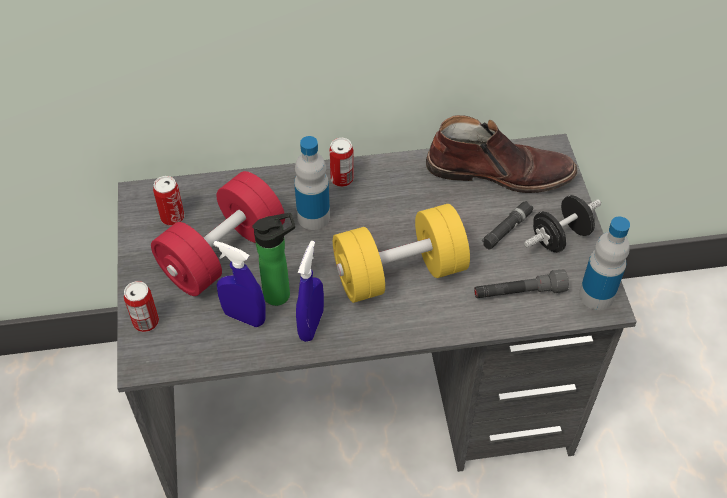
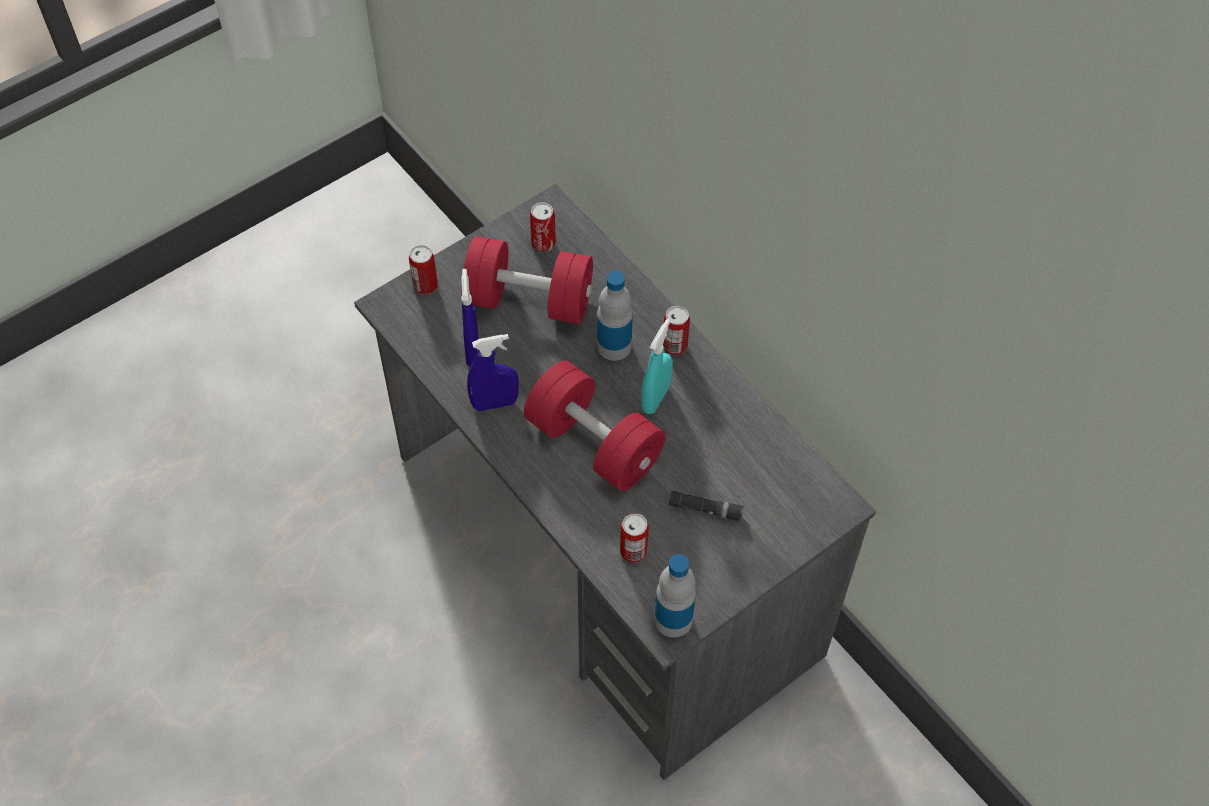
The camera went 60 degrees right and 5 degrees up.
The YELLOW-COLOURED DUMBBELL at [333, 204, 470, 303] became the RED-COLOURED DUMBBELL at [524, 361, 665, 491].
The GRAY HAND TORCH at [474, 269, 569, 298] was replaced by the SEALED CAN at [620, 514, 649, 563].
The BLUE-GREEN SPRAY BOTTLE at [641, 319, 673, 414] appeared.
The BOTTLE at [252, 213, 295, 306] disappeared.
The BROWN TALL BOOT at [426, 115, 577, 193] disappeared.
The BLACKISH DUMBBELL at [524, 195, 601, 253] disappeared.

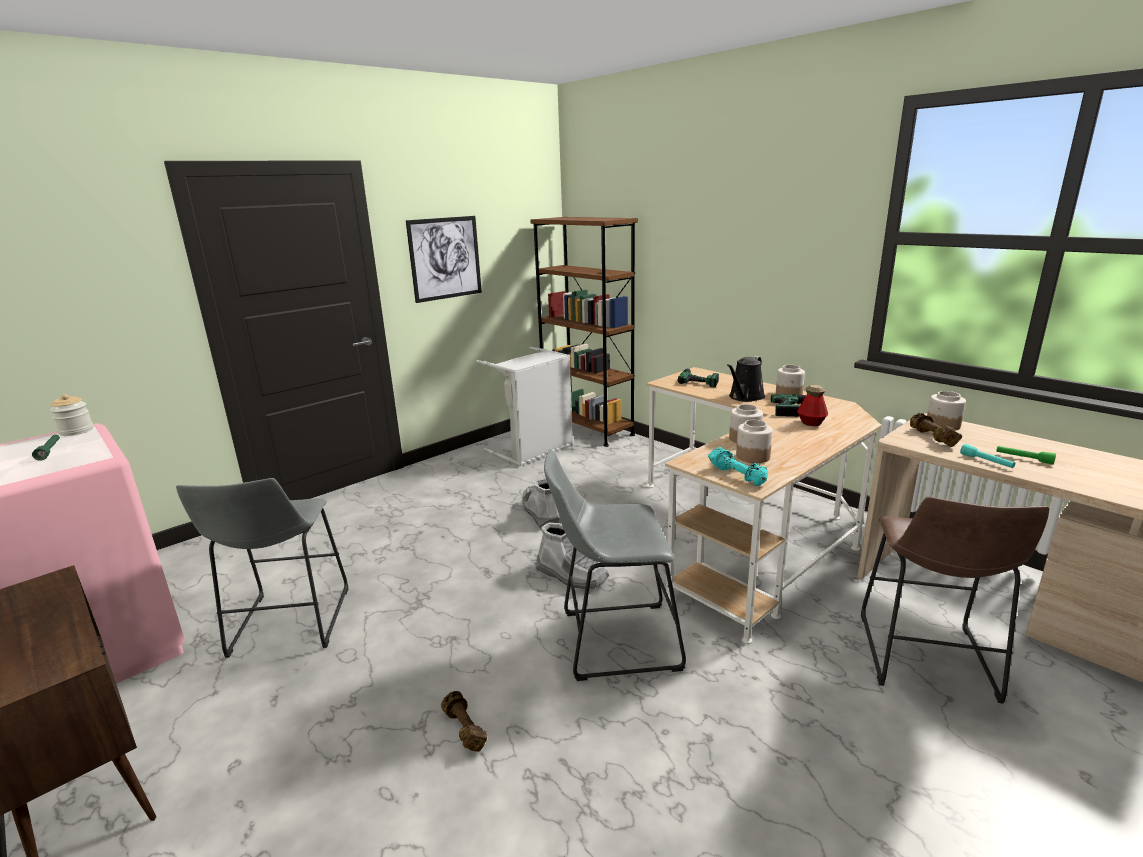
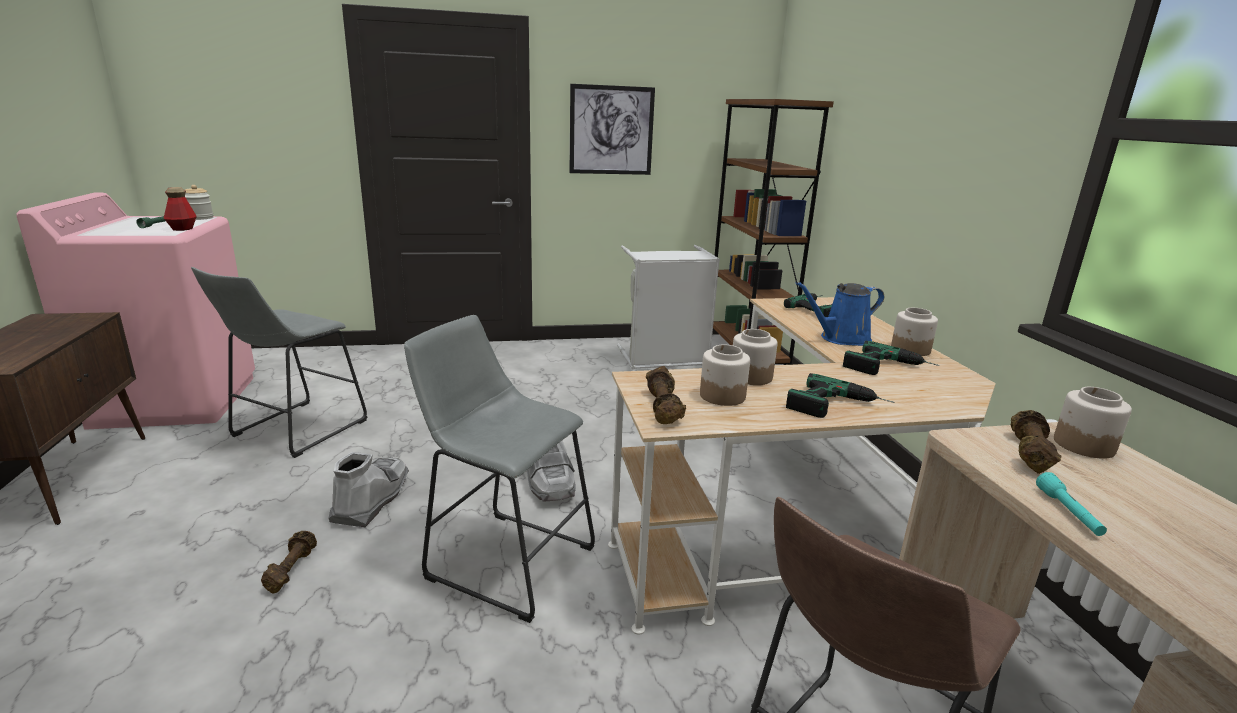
The camera went 30 degrees right and 0 degrees up.
The BOTTLE moved from [797, 385, 828, 426] to [164, 187, 197, 231].
The GRAY TALL BOOT moved from [522, 479, 561, 528] to [328, 452, 409, 527].
The BLUE-GREEN DUMBBELL at [708, 447, 768, 486] became the BROWN DUMBBELL at [646, 366, 686, 424].
The ELECTRIC DRILL at [786, 373, 894, 418] appeared.
The BLACKISH WATERING POT at [727, 356, 765, 402] became the BLUE WATERING POT at [796, 282, 884, 346].
The GREEN HAND TORCH at [996, 446, 1056, 465] disappeared.

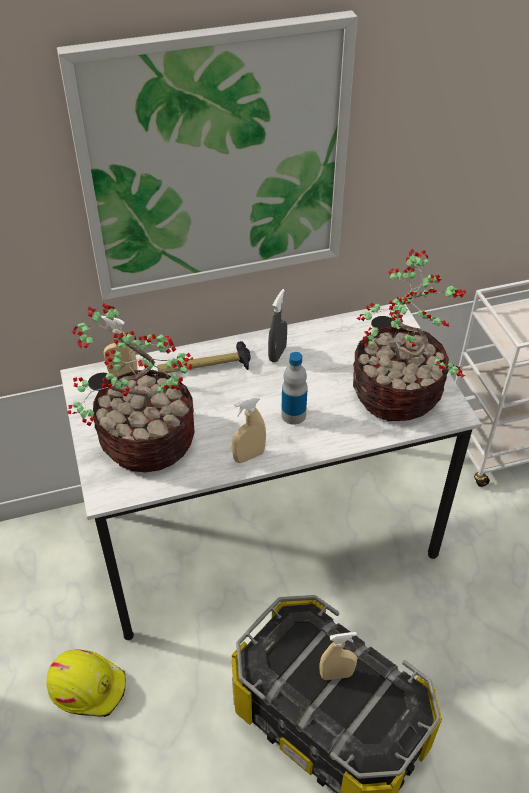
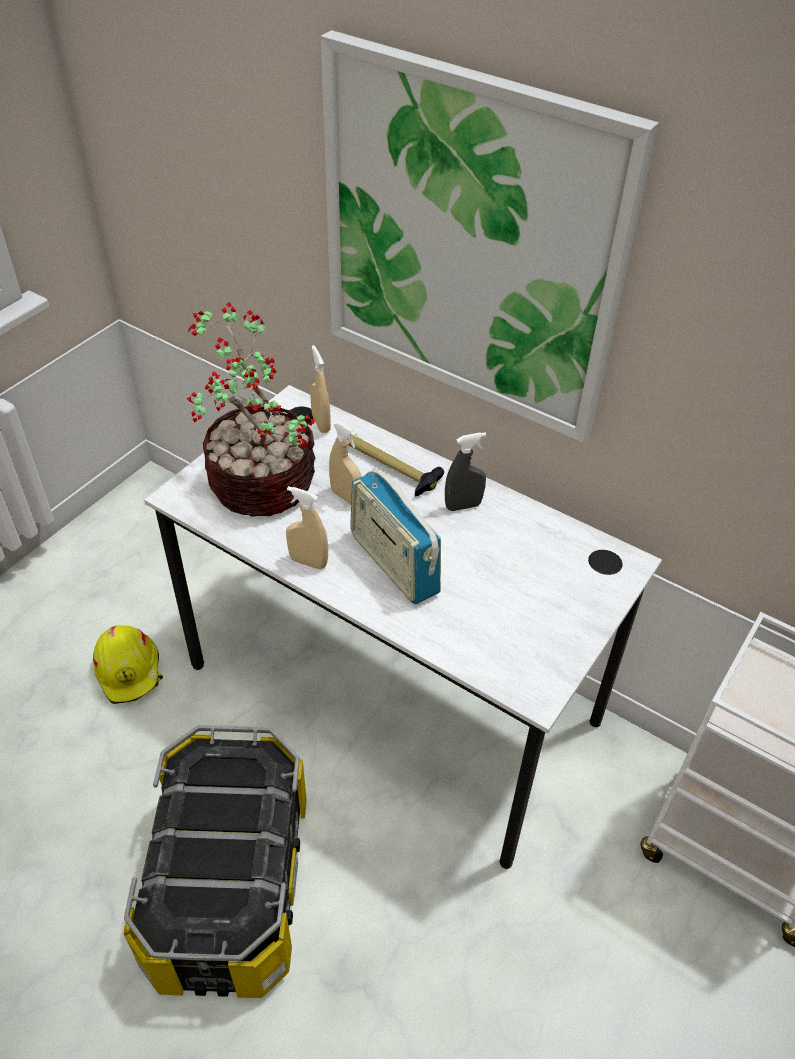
The camera went 50 degrees right and 0 degrees up.
The BEIGE SPRAY BOTTLE moved from [319, 632, 357, 680] to [329, 422, 361, 504].
The BOTTLE at [281, 352, 308, 425] was replaced by the RADIO SET at [350, 469, 441, 605].
The POTTED PLANT at [353, 249, 466, 421] disappeared.

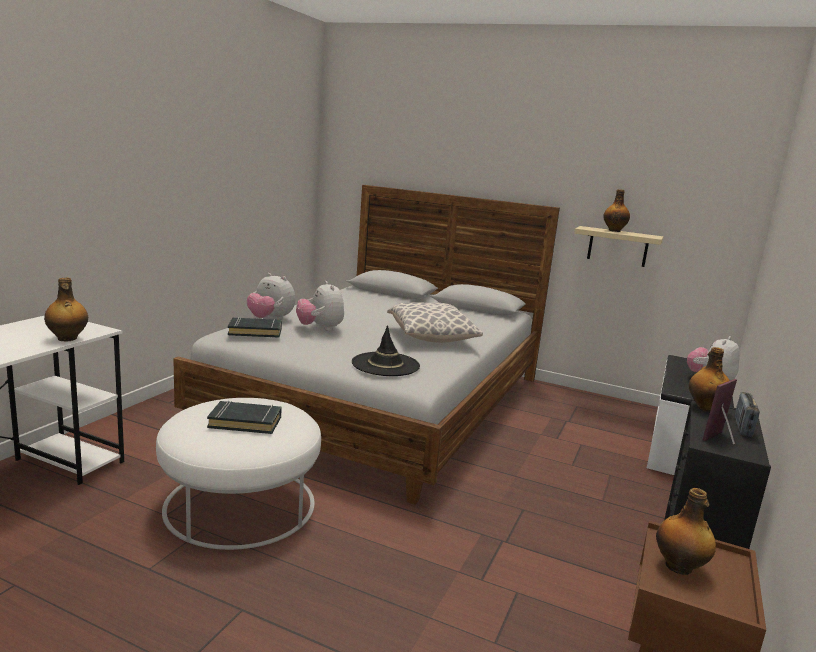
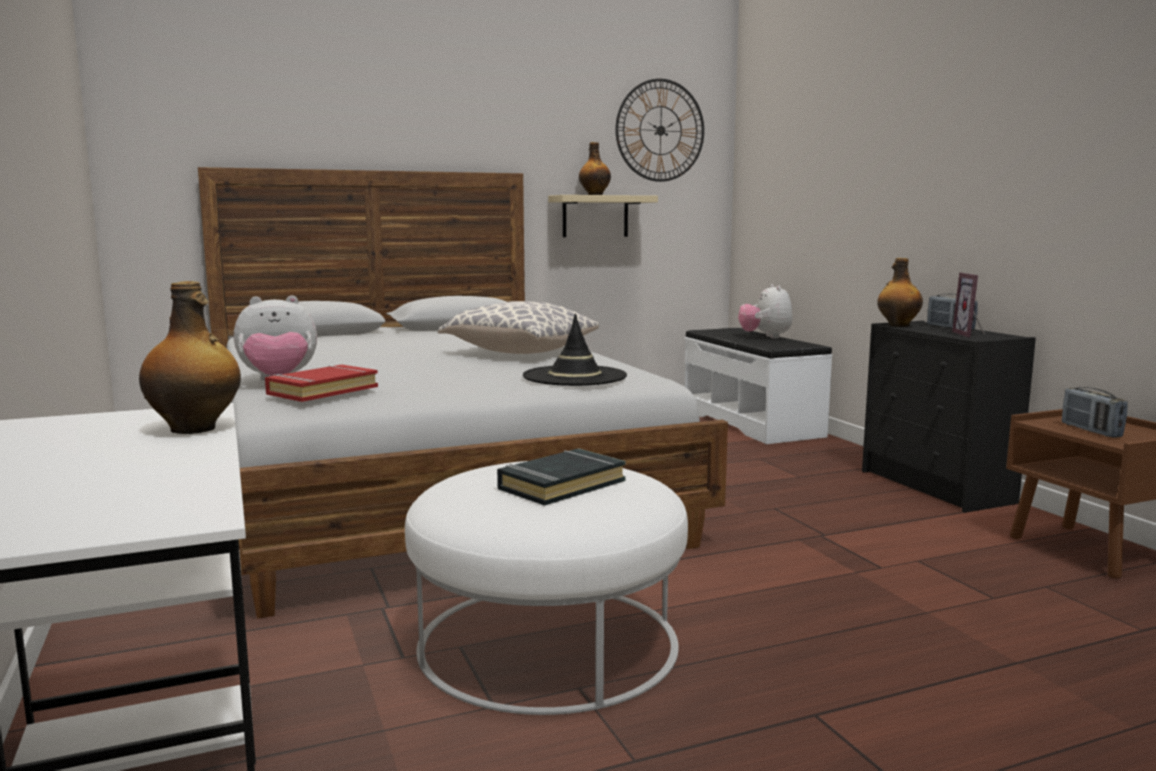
The camera went 45 degrees left and 5 degrees down.
The BLACKISH VOLUME at [228, 318, 282, 338] became the RED-COLOURED VOLUME at [265, 365, 378, 402].
The HANGING CLOCK at [615, 79, 704, 182] appeared.
The BOTTLE at [656, 488, 716, 575] was replaced by the RADIO SET at [1062, 387, 1128, 437].
The SOFT TOY at [296, 281, 344, 331] disappeared.

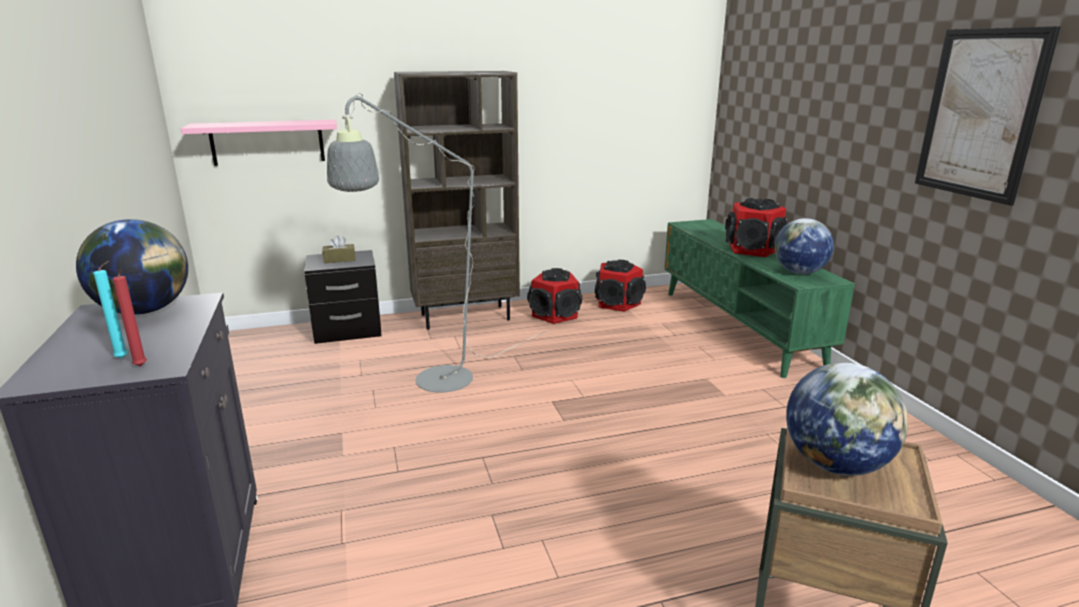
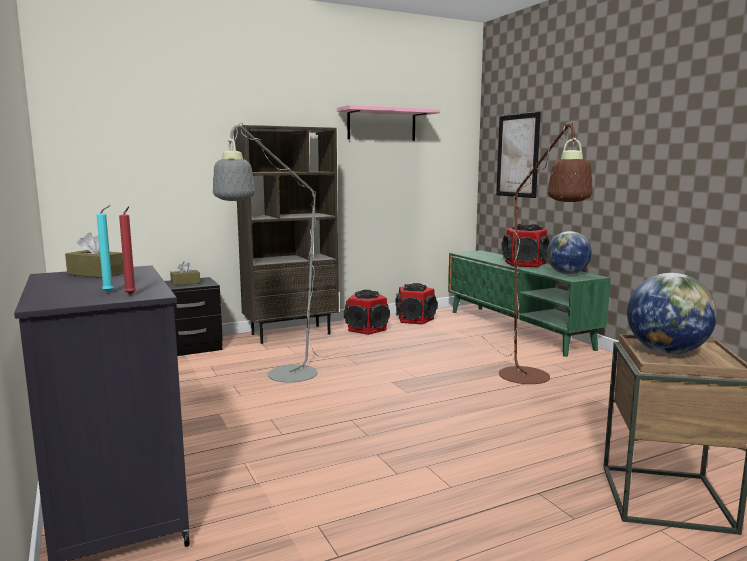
The camera went 10 degrees left and 10 degrees down.
The WORLD GLOBE at [76, 219, 188, 315] was replaced by the BROWN TISSUE HOLDER at [65, 233, 124, 278].
The PINKISH WALL SHELF moved from [181, 120, 337, 166] to [337, 105, 440, 141].
The BROWN STANDING LAMP at [481, 122, 592, 384] appeared.
The WALL PICTURE moved from [915, 26, 1061, 206] to [496, 112, 541, 198].

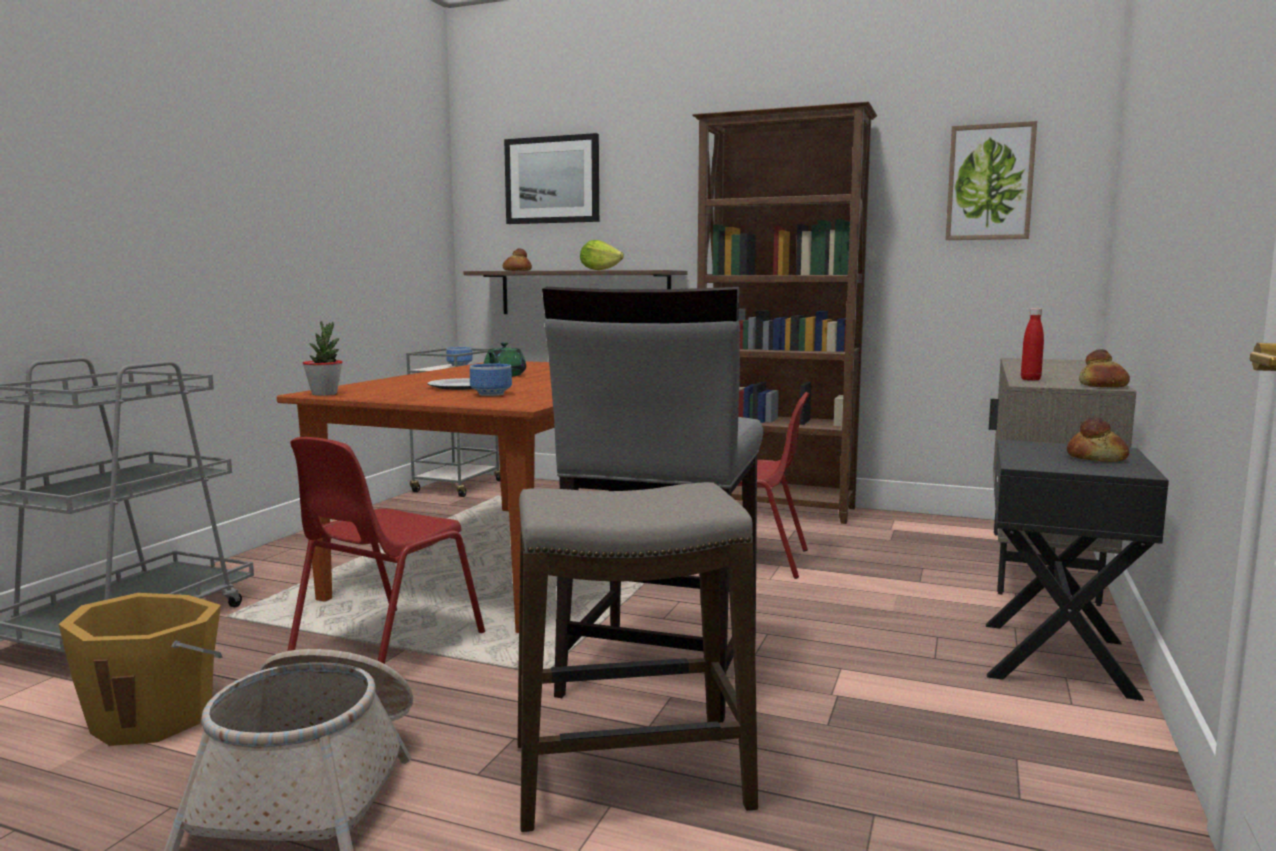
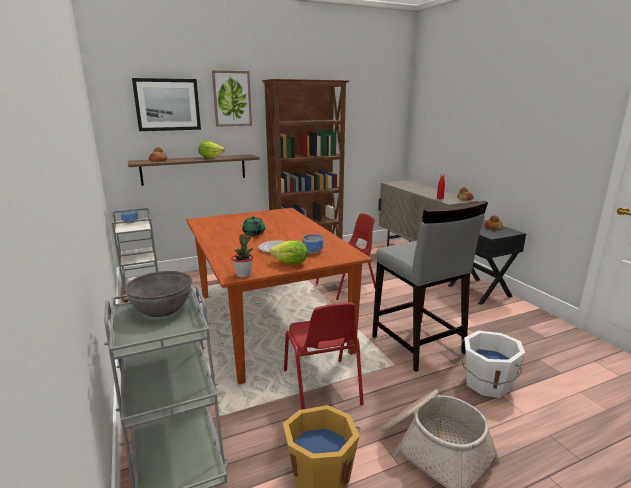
The camera went 45 degrees left and 10 degrees up.
The GRAY DEEP DISH at [124, 271, 192, 317] appeared.
The WALL PICTURE moved from [945, 121, 1037, 240] to [212, 70, 252, 127].
The LETTUCE at [270, 240, 308, 264] appeared.
The SITTING STOOL at [518, 482, 758, 832] was replaced by the WHITE-COLOURED BUCKET at [459, 330, 525, 398].

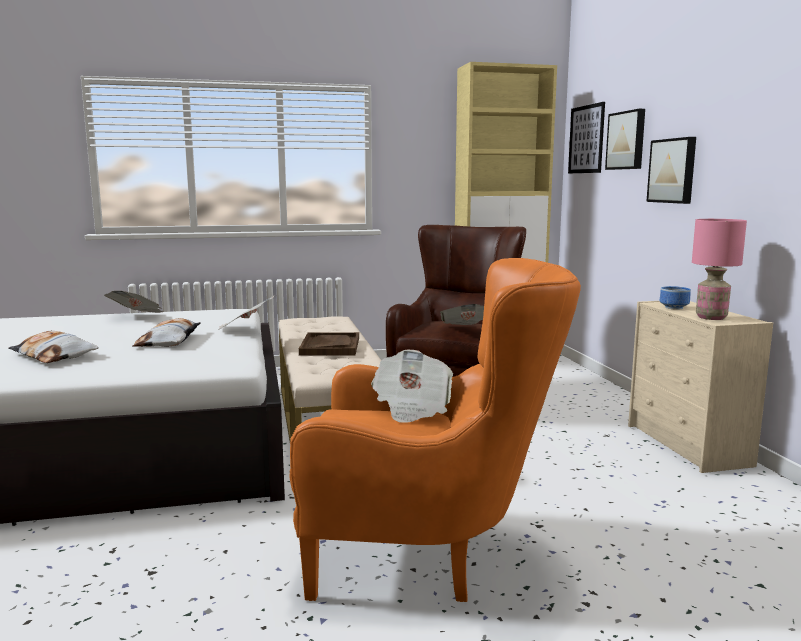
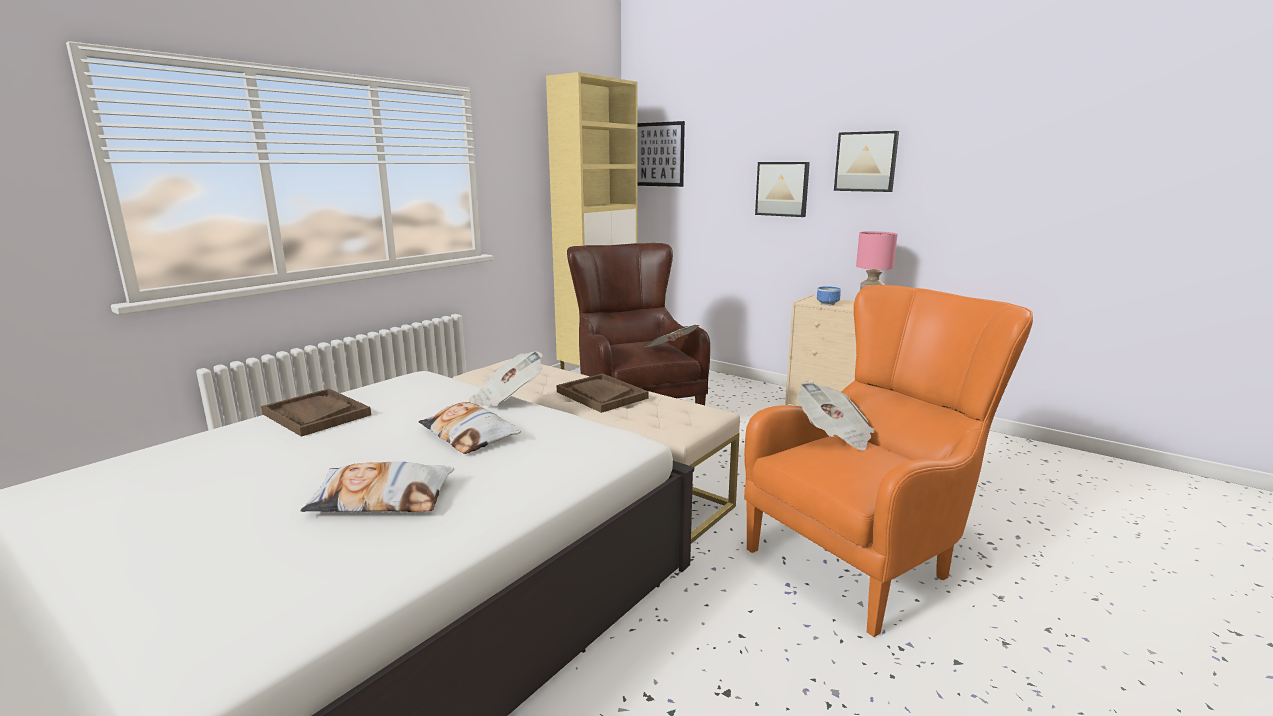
The camera went 40 degrees left and 5 degrees up.
The PRINTED PAPER at [104, 291, 163, 313] was replaced by the BROWN CARRYING TRAY at [261, 389, 371, 437].
The WALL PICTURE moved from [605, 109, 645, 170] to [834, 131, 899, 192].

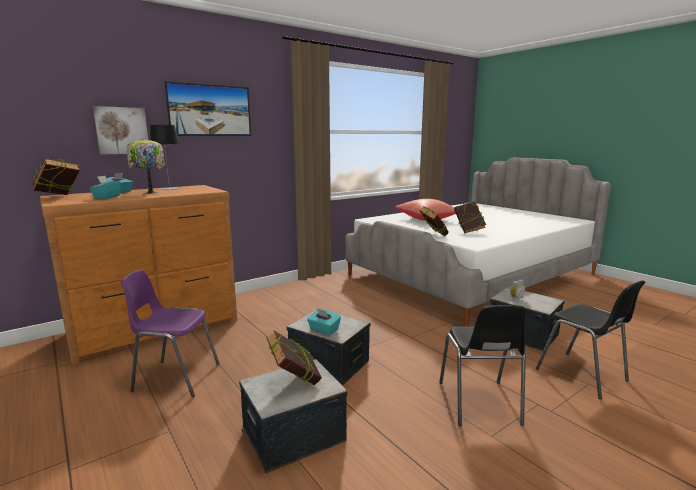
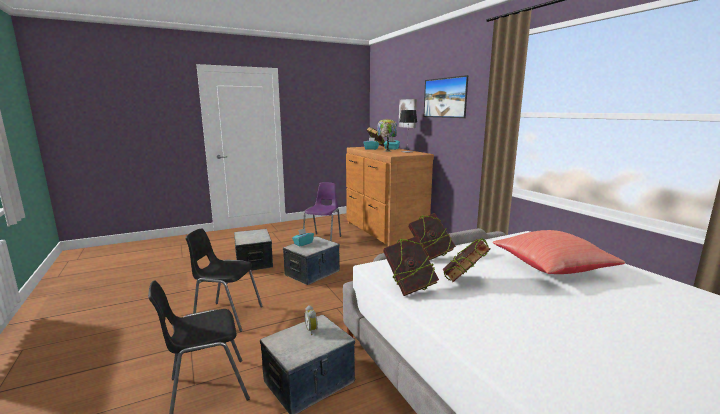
The camera went 100 degrees right and 0 degrees up.
The VOLUME moved from [267, 331, 322, 385] to [383, 236, 439, 296].

